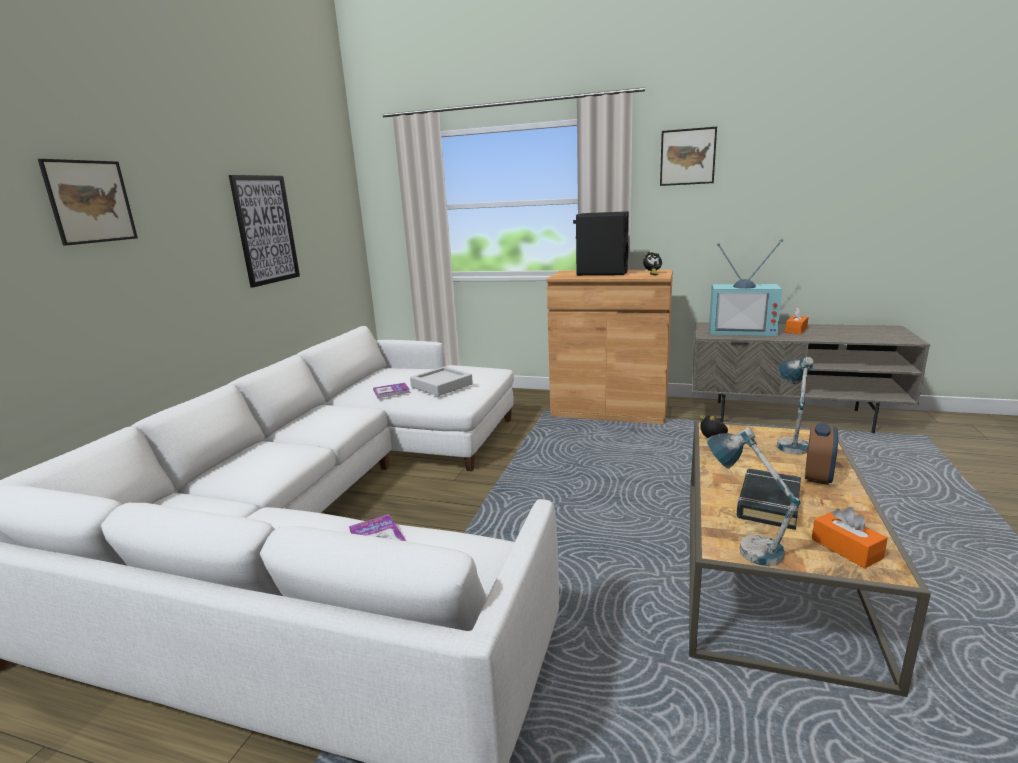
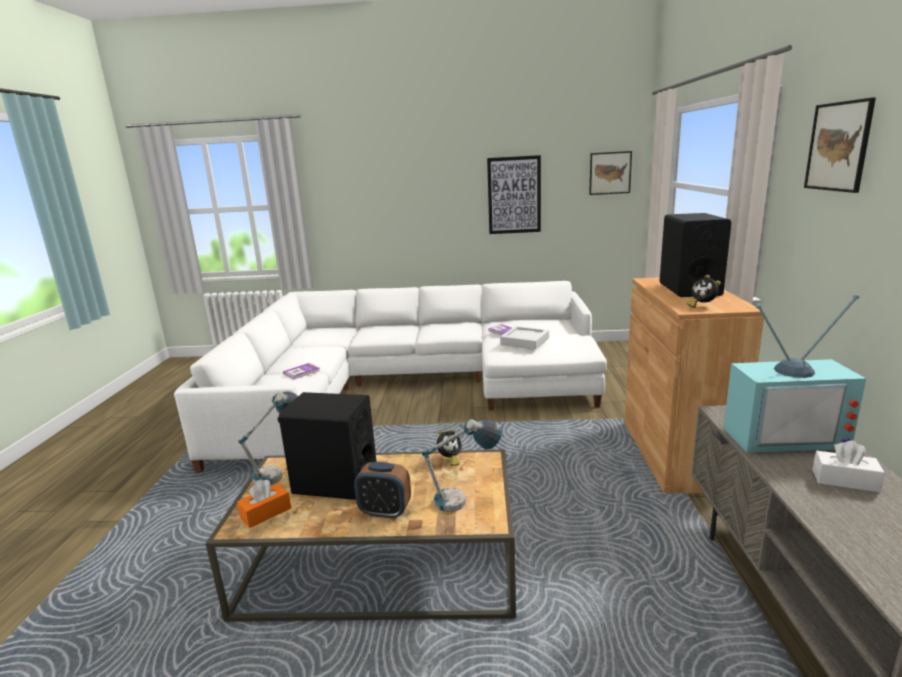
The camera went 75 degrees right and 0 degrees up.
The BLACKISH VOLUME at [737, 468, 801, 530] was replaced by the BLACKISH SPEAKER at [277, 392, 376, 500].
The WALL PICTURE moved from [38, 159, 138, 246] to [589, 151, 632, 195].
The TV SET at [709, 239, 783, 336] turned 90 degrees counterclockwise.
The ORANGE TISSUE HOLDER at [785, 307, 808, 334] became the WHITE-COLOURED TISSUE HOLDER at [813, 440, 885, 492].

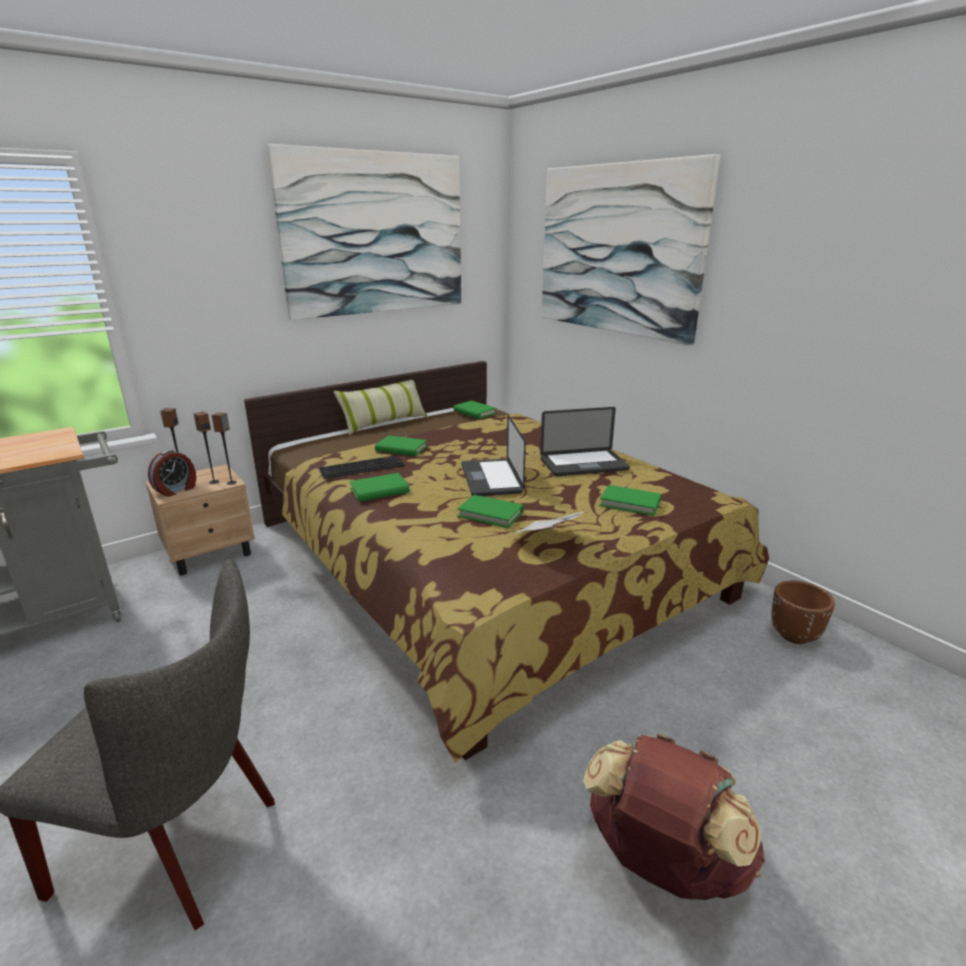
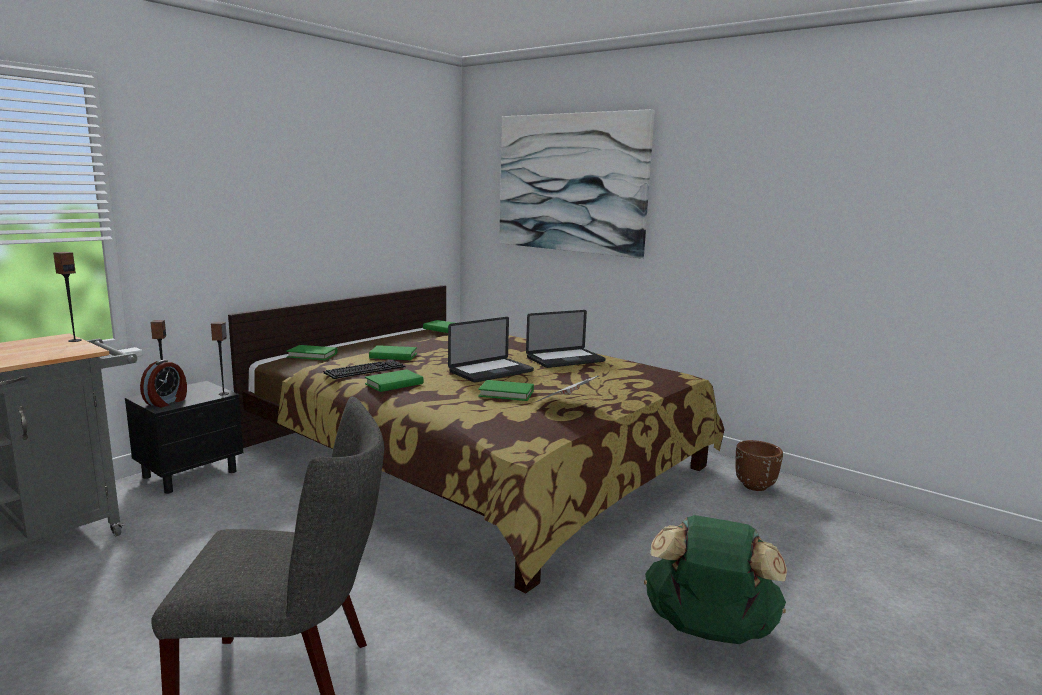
The camera went 15 degrees left and 10 degrees down.
The SPEAKER moved from [194, 412, 219, 484] to [53, 252, 81, 342].
The BEIGE BEDSIDE TABLE at [146, 464, 255, 575] became the BLACKISH BEDSIDE TABLE at [125, 381, 243, 494].
The GREEN VOLUME moved from [600, 485, 661, 516] to [286, 345, 338, 360].
The LAPTOP at [461, 415, 526, 496] turned 105 degrees counterclockwise.
The BROWN RUCKSACK at [583, 734, 765, 900] became the GREEN RUCKSACK at [644, 515, 787, 644].
The WALL PICTURE at [267, 144, 461, 320] disappeared.
The CUSHION at [333, 380, 427, 435] disappeared.

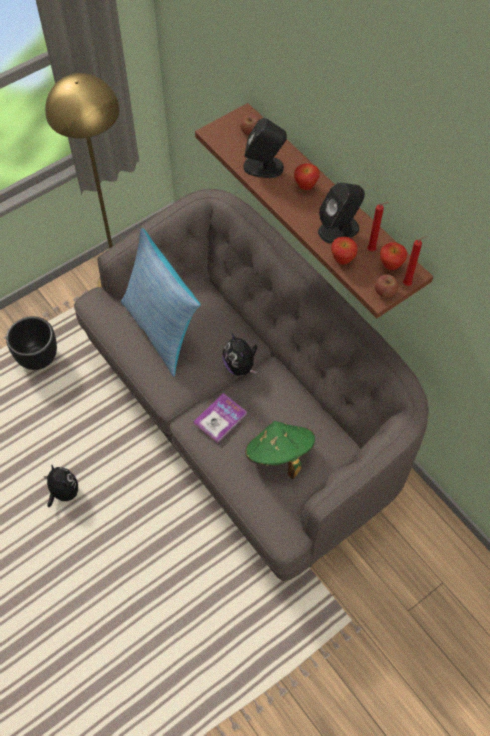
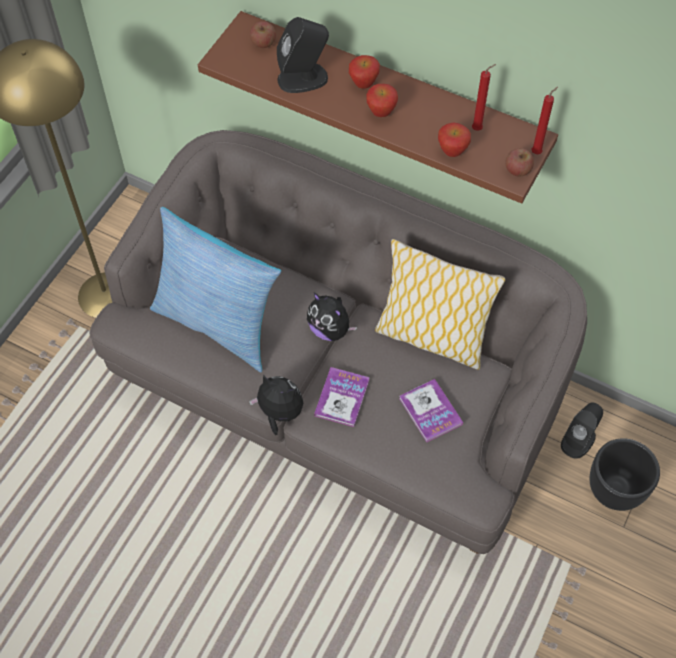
The camera went 25 degrees left and 0 degrees up.
The SOFT TOY moved from [44, 465, 78, 507] to [249, 374, 303, 435].
The APPLE moved from [380, 242, 407, 270] to [366, 84, 398, 117].
The CUSHION at [375, 239, 506, 370] appeared.
The GREEN WEARABLE HAT at [245, 421, 315, 479] was replaced by the VOLUME at [399, 379, 463, 442].
The BLACKISH SPEAKER moved from [318, 182, 365, 244] to [561, 403, 603, 459].
The BLACKISH FLOWER POT moved from [6, 316, 57, 370] to [589, 438, 660, 511].

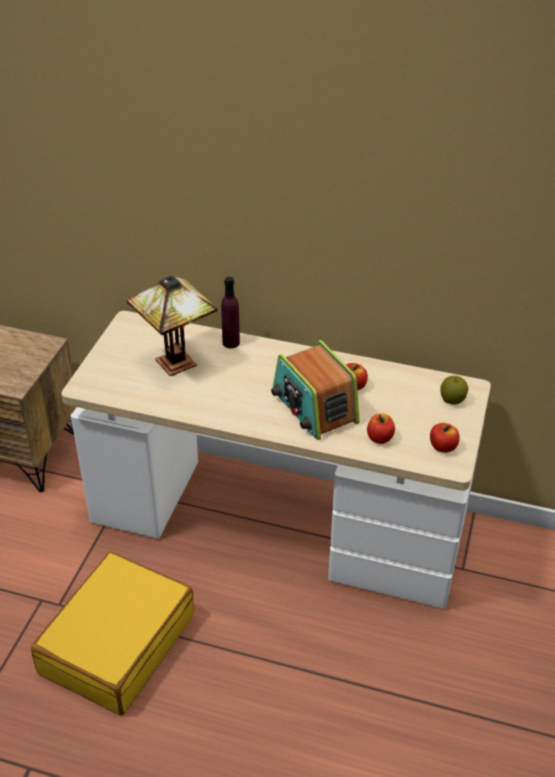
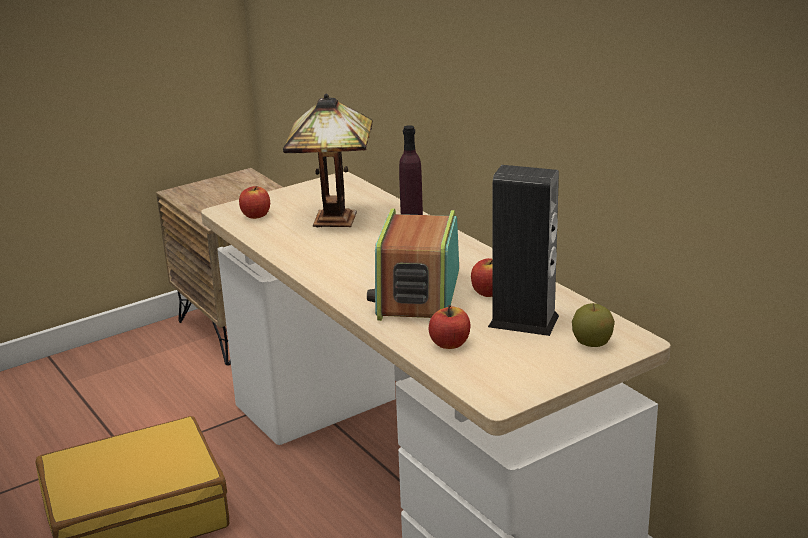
The camera went 40 degrees right and 15 degrees down.
The APPLE moved from [430, 423, 460, 453] to [239, 186, 270, 219].
The SPEAKER at [488, 165, 559, 336] appeared.

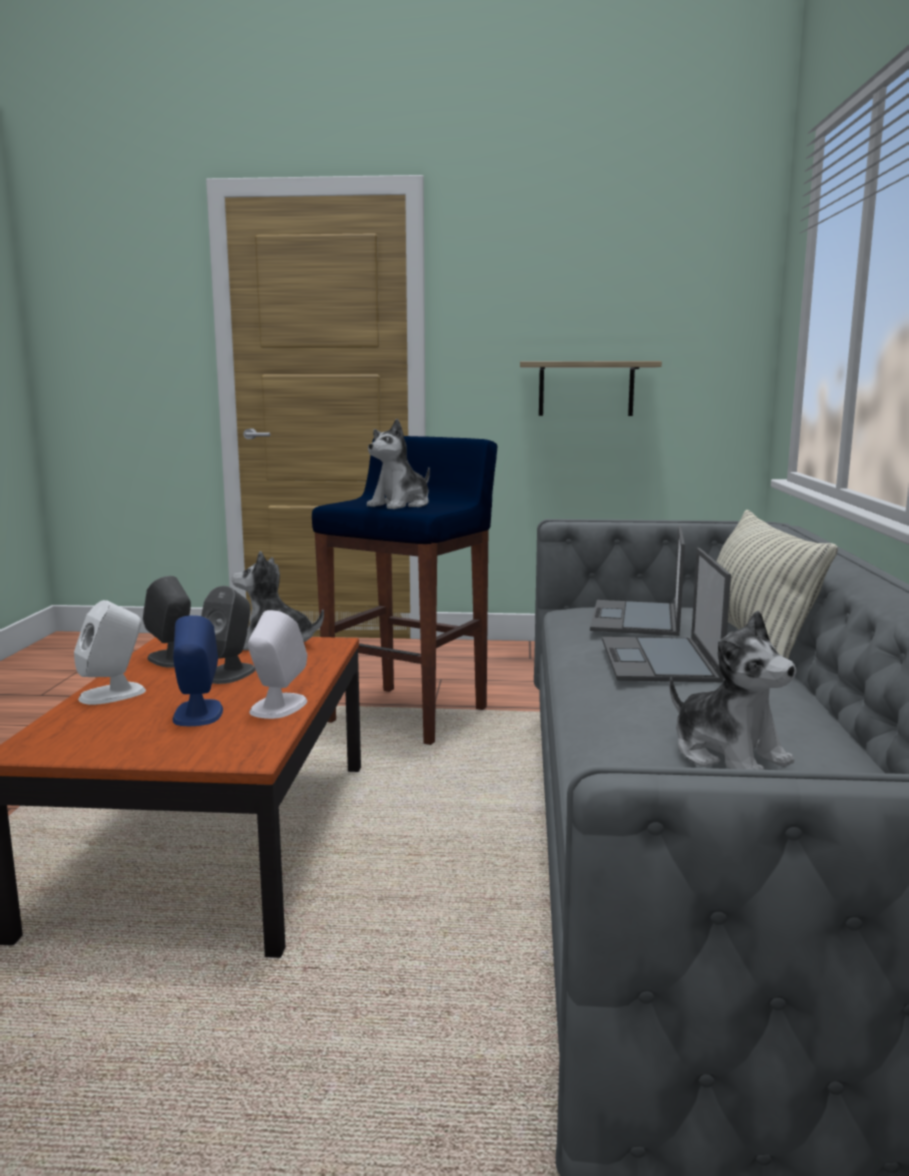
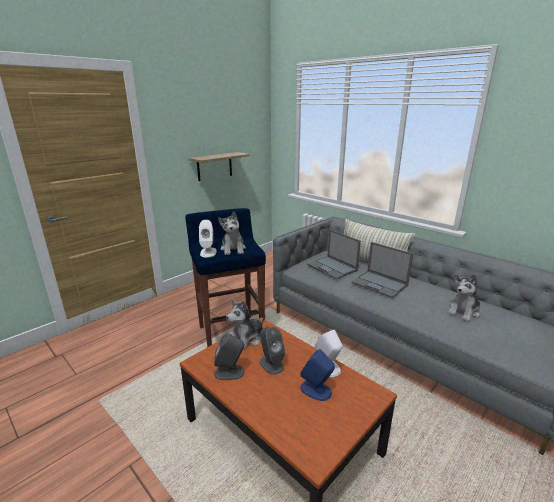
The camera went 50 degrees left and 10 degrees up.
The WHITE-COLOURED SPEAKER moved from [74, 600, 146, 705] to [199, 220, 217, 257].
The SOFT TOY at [669, 610, 796, 770] turned 135 degrees clockwise.

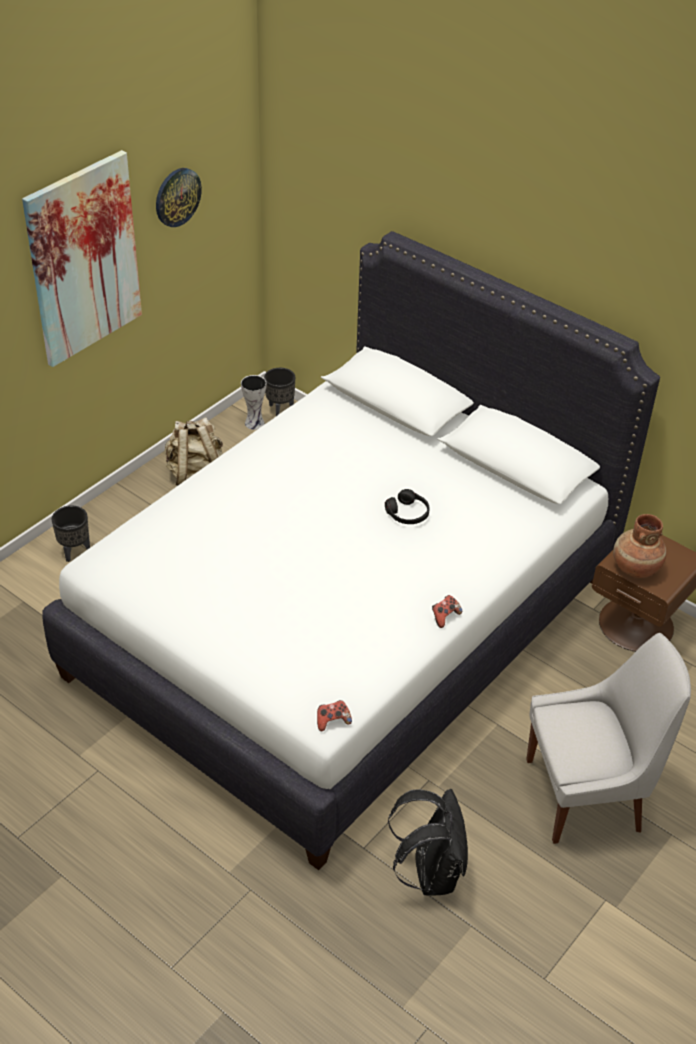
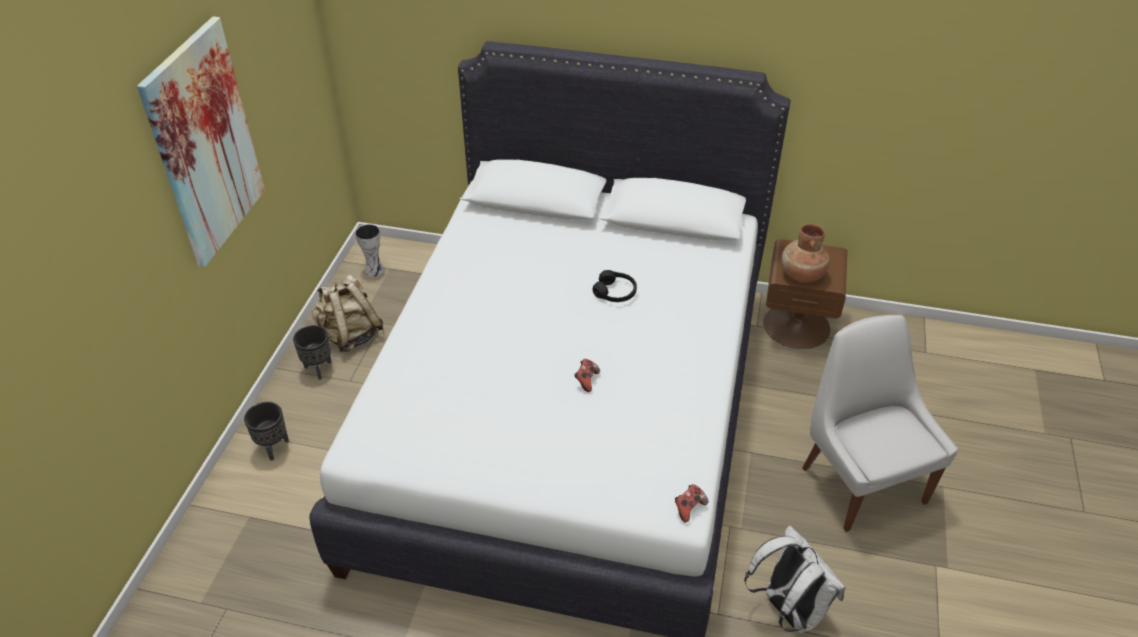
The camera went 25 degrees left and 0 degrees up.
The BLACKISH FLOWER POT moved from [264, 368, 296, 416] to [293, 325, 332, 380].
The JOYPAD moved from [432, 595, 462, 628] to [574, 359, 600, 392].
The BLACKISH RUCKSACK at [388, 789, 468, 896] became the WHITE-COLOURED RUCKSACK at [744, 526, 845, 633].
The WHITE-COLOURED PLAIN CHAIR at [526, 633, 691, 844] turned 75 degrees counterclockwise.
The HANGING CLOCK at [156, 168, 202, 227] disappeared.

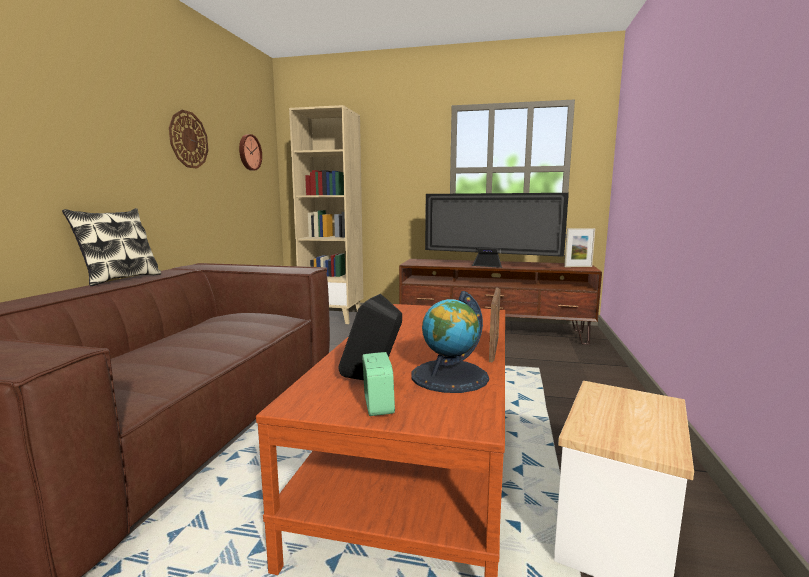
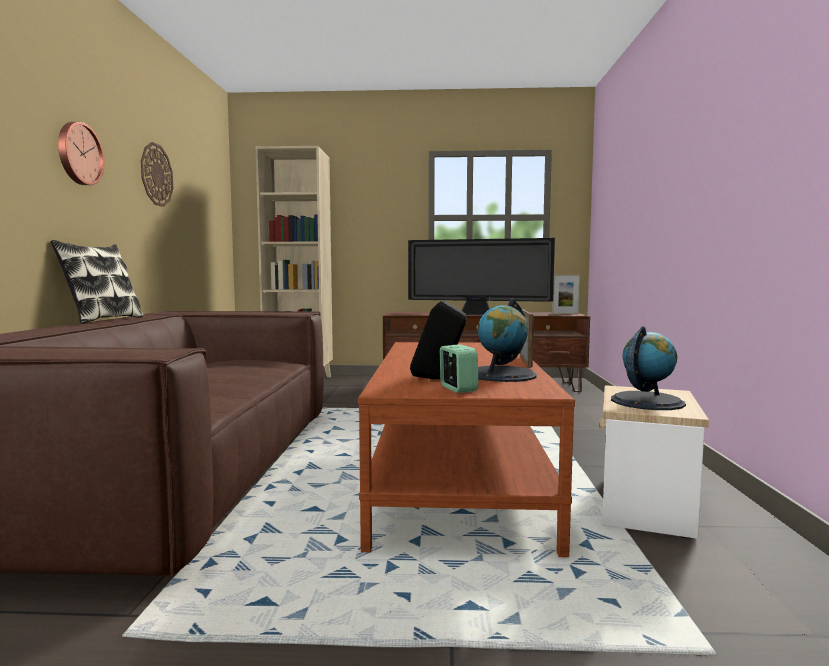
The camera went 10 degrees left and 5 degrees down.
The HANGING CLOCK moved from [239, 134, 262, 171] to [58, 122, 105, 185].
The WORLD GLOBE at [611, 326, 686, 410] appeared.

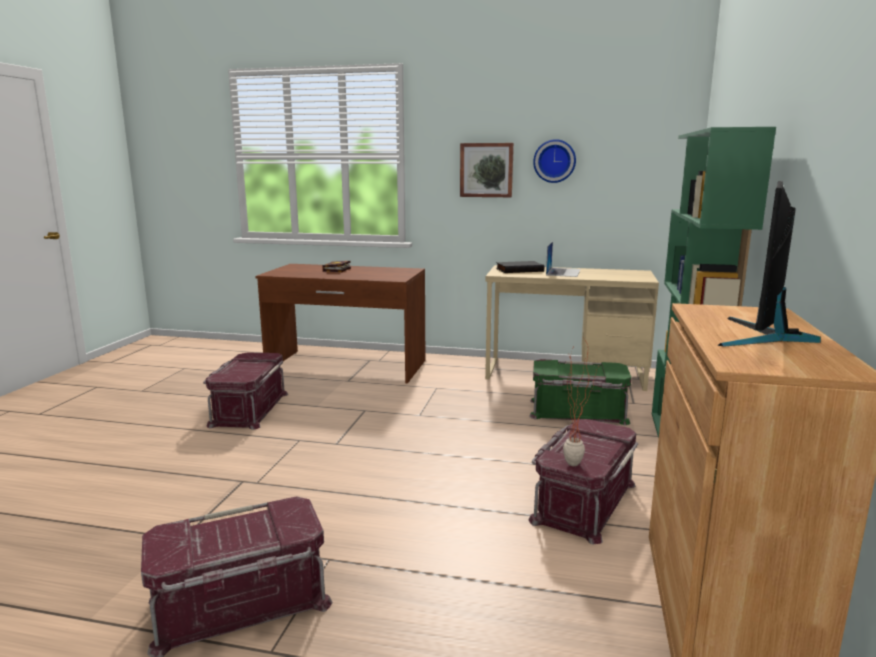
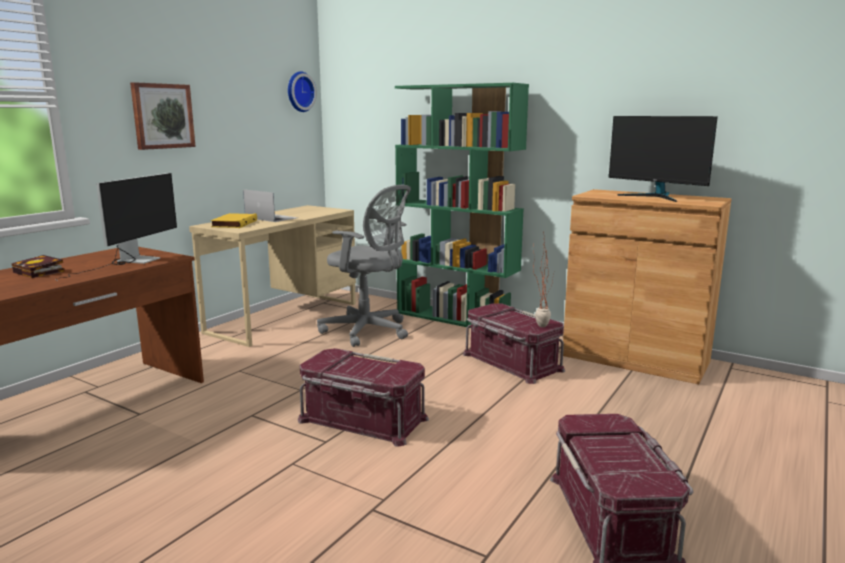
The camera went 70 degrees left and 0 degrees up.
The COMPUTER SCREEN at [56, 173, 177, 281] appeared.
The BLACKISH VOLUME at [496, 261, 544, 273] became the YELLOW-COLOURED VOLUME at [210, 213, 257, 228].
The HANGING CLOCK moved from [533, 139, 576, 183] to [288, 71, 317, 112].
The RED-COLOURED STORAGE BOX moved from [203, 353, 288, 430] to [297, 348, 429, 447].
The GREEN STORAGE BOX at [529, 359, 632, 425] was replaced by the GRAY OFFICE CHAIR at [317, 185, 411, 347].

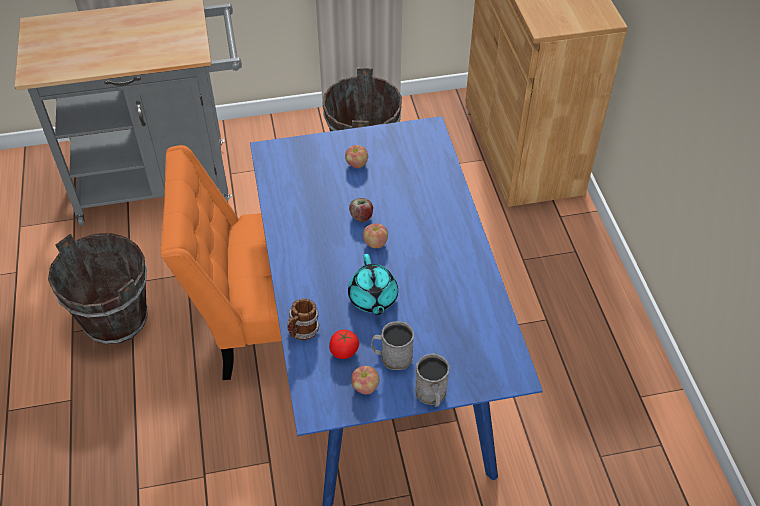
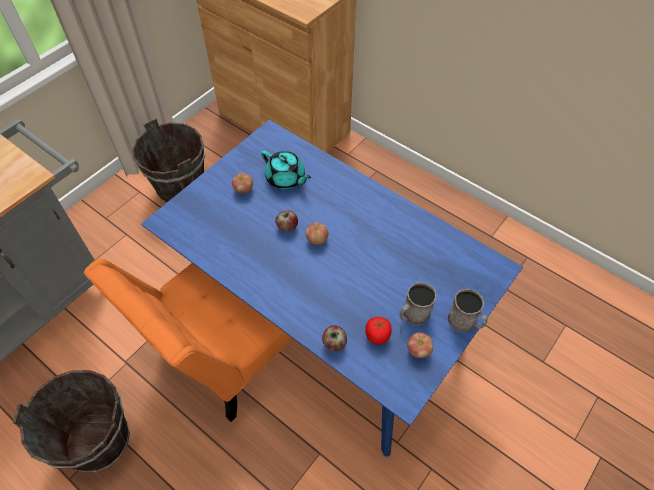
The camera went 40 degrees left and 5 degrees up.
The BLUE-GREEN POT FOR TEA moved from [348, 254, 398, 315] to [261, 151, 311, 189].
The TEA MUG at [287, 299, 320, 340] was replaced by the APPLE at [322, 325, 347, 351].

